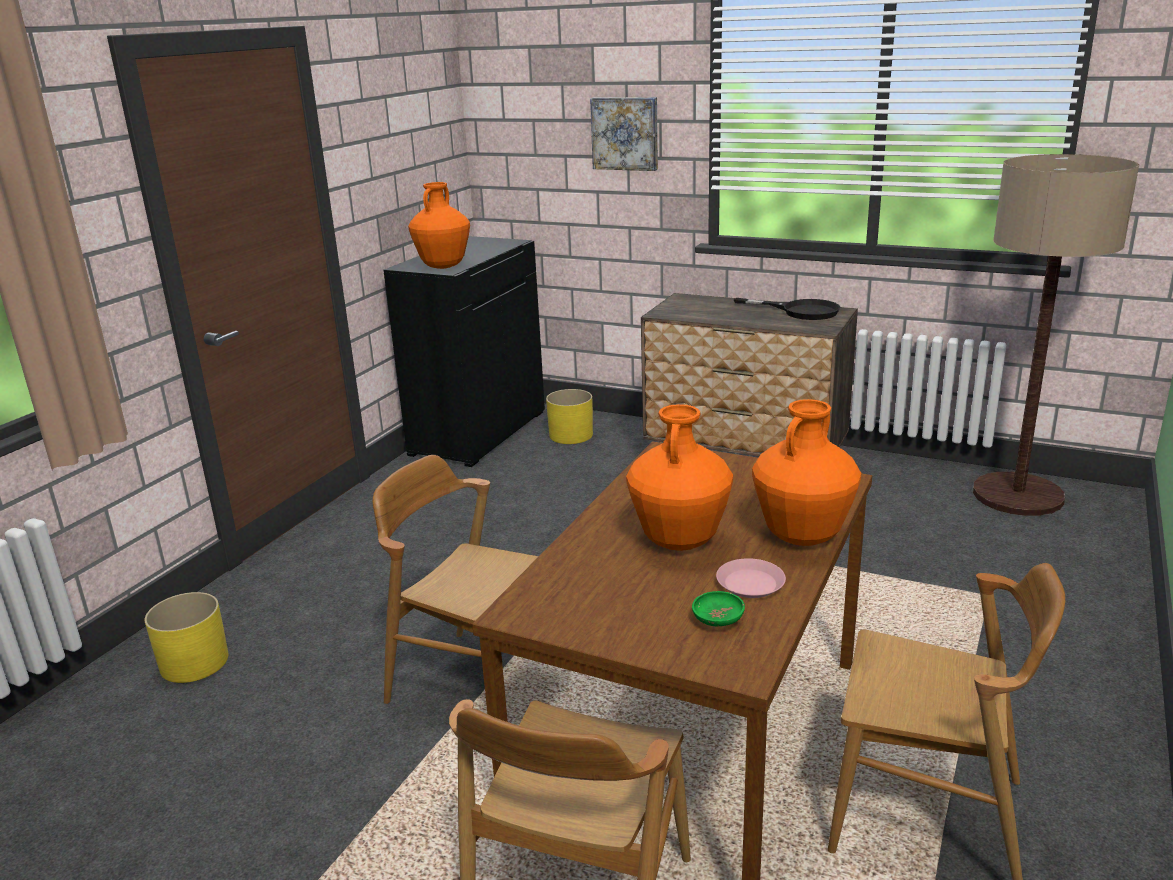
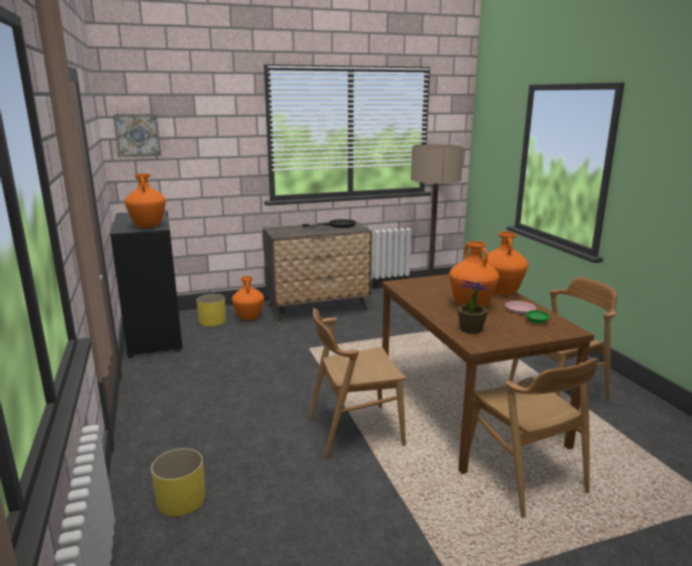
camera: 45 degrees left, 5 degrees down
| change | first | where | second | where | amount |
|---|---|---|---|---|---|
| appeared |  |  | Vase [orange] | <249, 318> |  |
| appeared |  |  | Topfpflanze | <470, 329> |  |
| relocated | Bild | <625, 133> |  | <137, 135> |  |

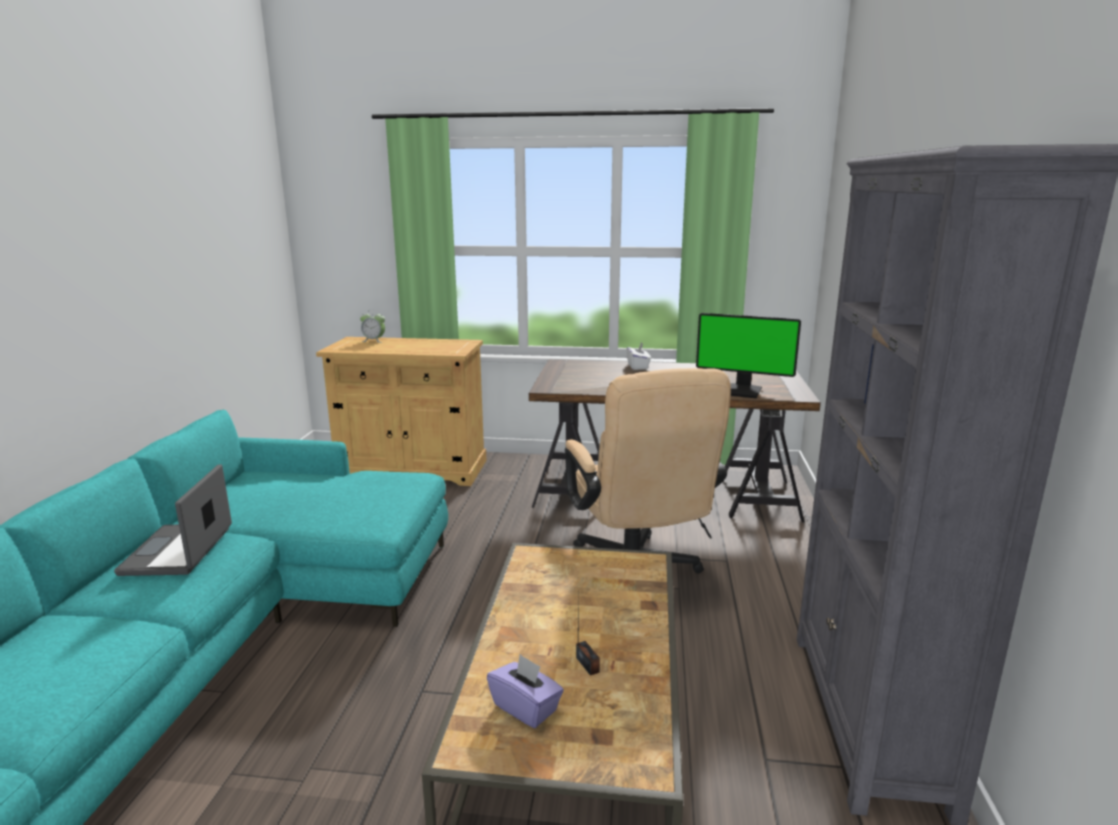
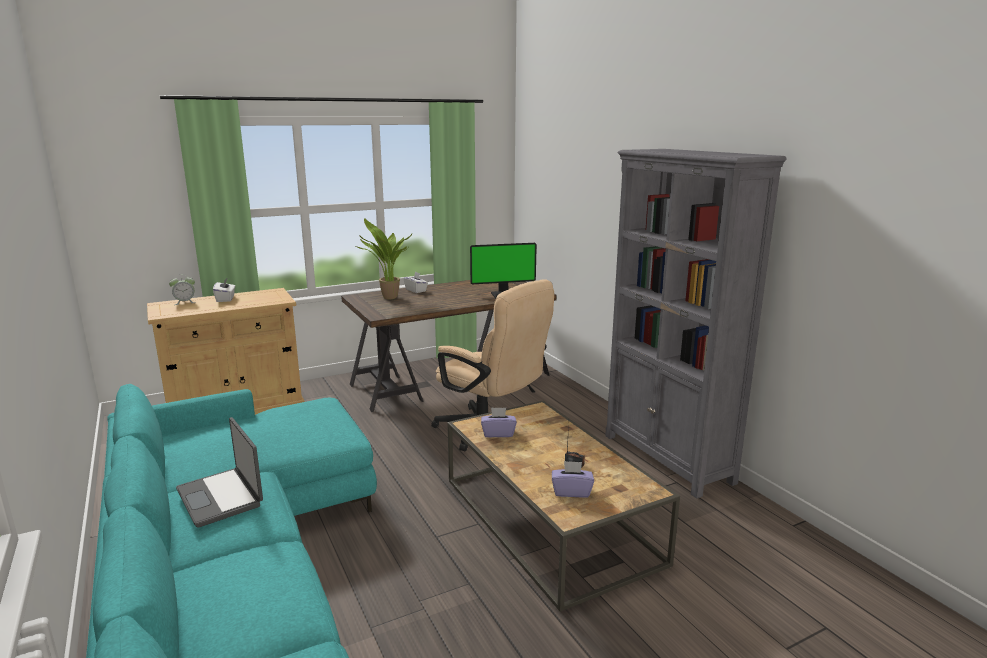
camera: 35 degrees left, 0 degrees up
| change | first | where | second | where | amount |
|---|---|---|---|---|---|
| appeared |  |  | Taschentuchbox [weiß] | <226, 299> |  |
| appeared |  |  | Topfpflanze | <387, 298> |  |
| appeared |  |  | Taschentuchbox [lila] | <498, 433> |  |

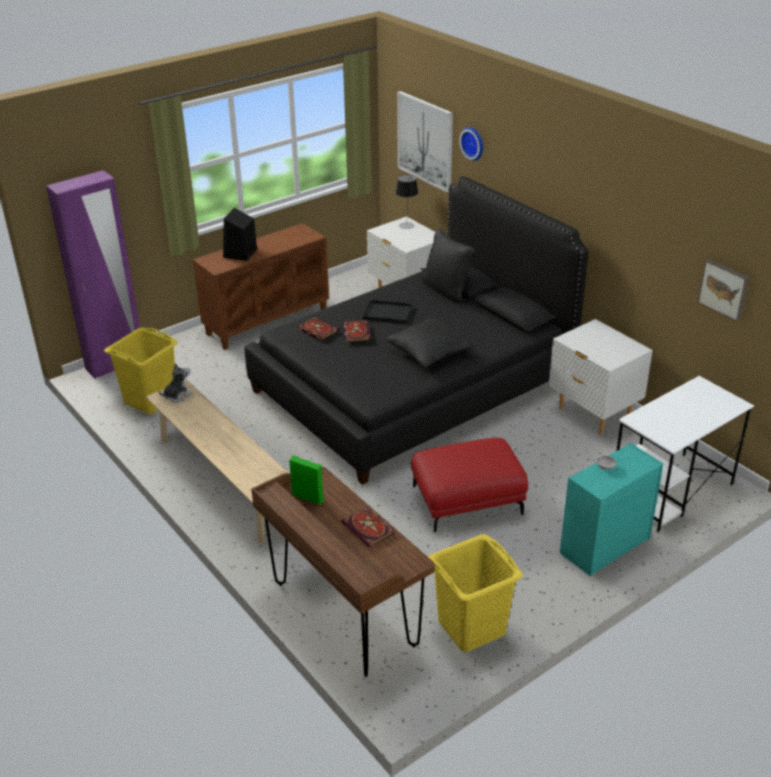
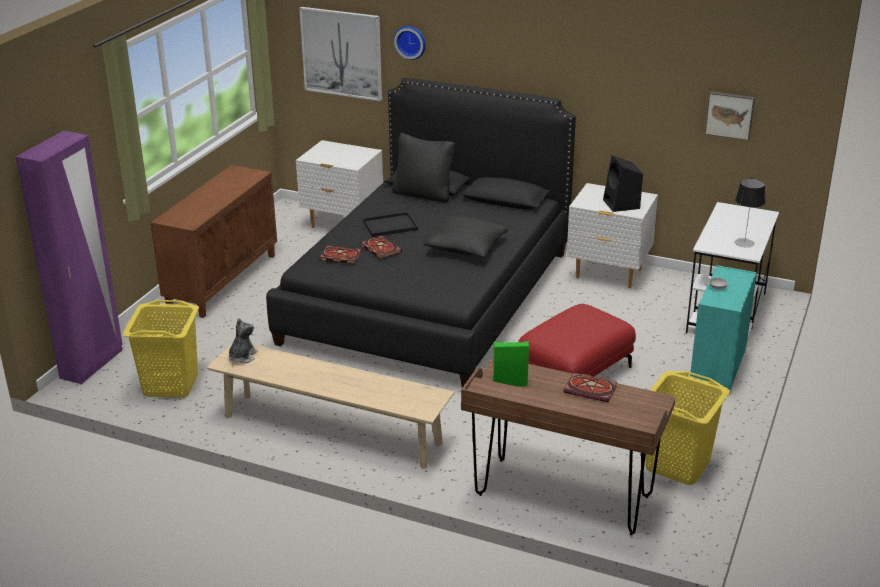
camera: 30 degrees left, 5 degrees down
| change | first | where | second | where | amount |
|---|---|---|---|---|---|
| relocated | Lautsprecher [schwarz] | <240, 254> |  | <622, 204> |  |
| relocated | Tischlampe | <406, 225> |  | <744, 243> |  |

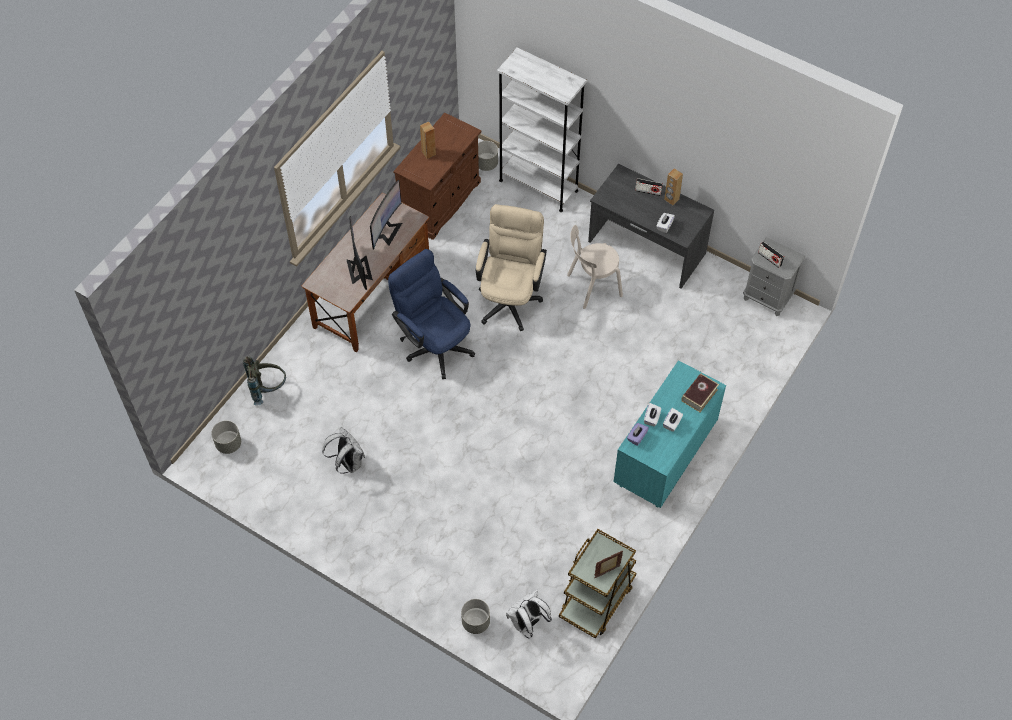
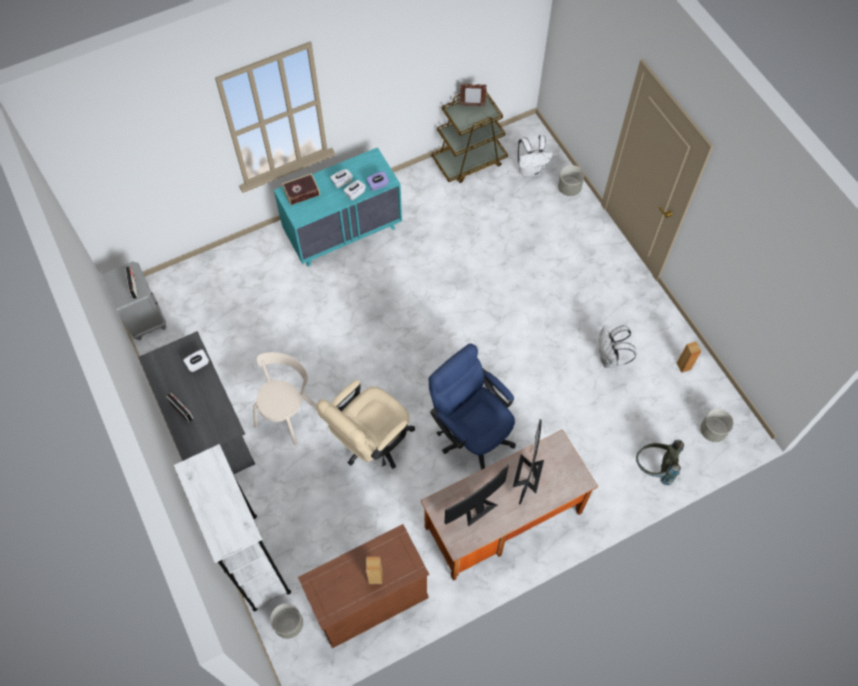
camera: 150 degrees left, 5 degrees up
| change | first | where | second | where | amount |
|---|---|---|---|---|---|
| relocated | Lautsprecher [braun] | <671, 199> |  | <684, 366> |  |
| spun | Bürostuhl [blau] | <434, 344> |  | <471, 432> | 150 degrees clockwise |
| spun | Stuhl [beige] | <592, 286> |  | <287, 413> | 75 degrees counterclockwise |

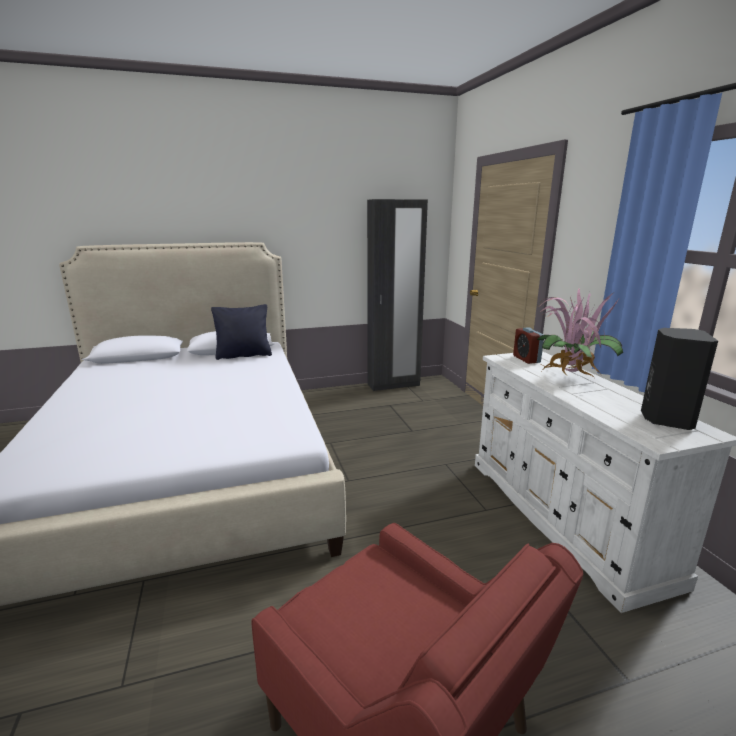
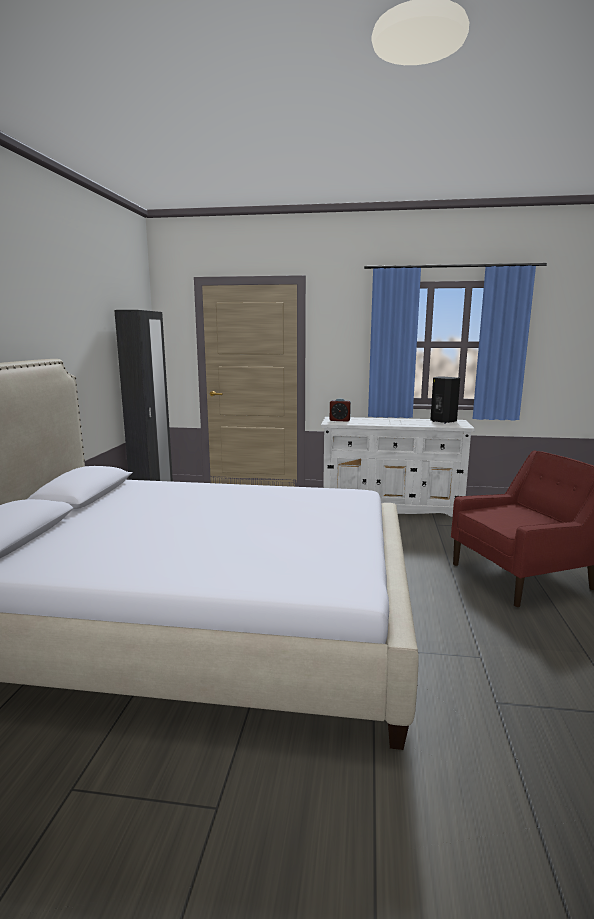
camera: 65 degrees left, 5 degrees down
| change | first | where | second | where | amount |
|---|---|---|---|---|---|
| missing | Kissen [schwarz] | <244, 355> |  |  |  |
| missing | Topfpflanze | <571, 379> |  |  |  |

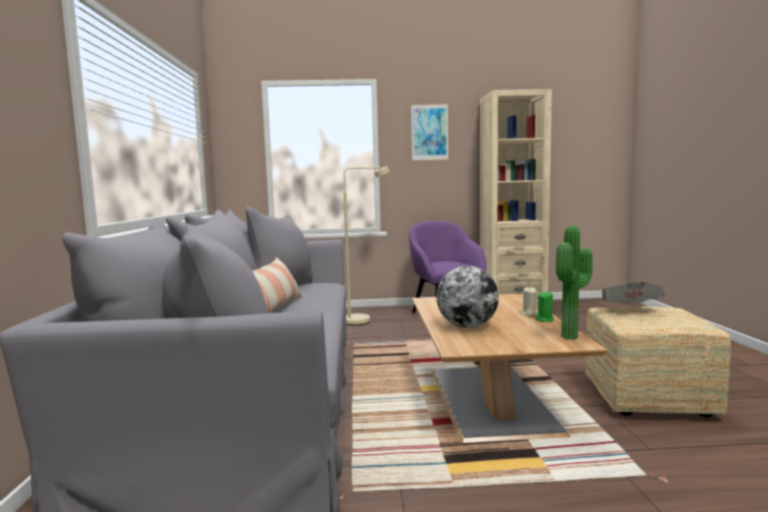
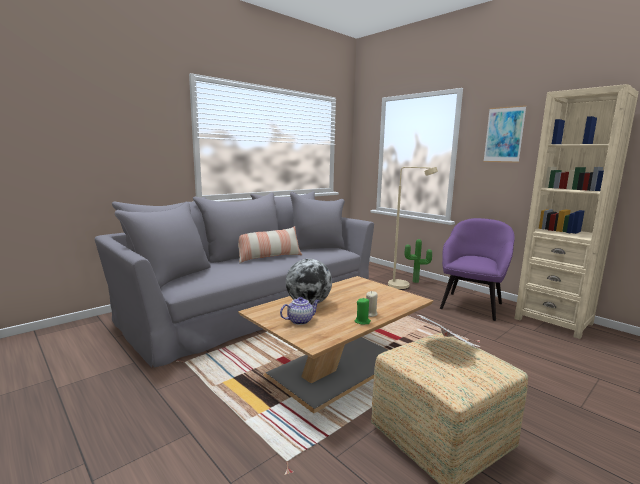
camera: 50 degrees right, 5 degrees up
| change | first | where | second | where | amount |
|---|---|---|---|---|---|
| appeared |  |  | Teekanne | <300, 320> |  |
| relocated | Topfpflanze | <572, 337> |  | <416, 282> |  |

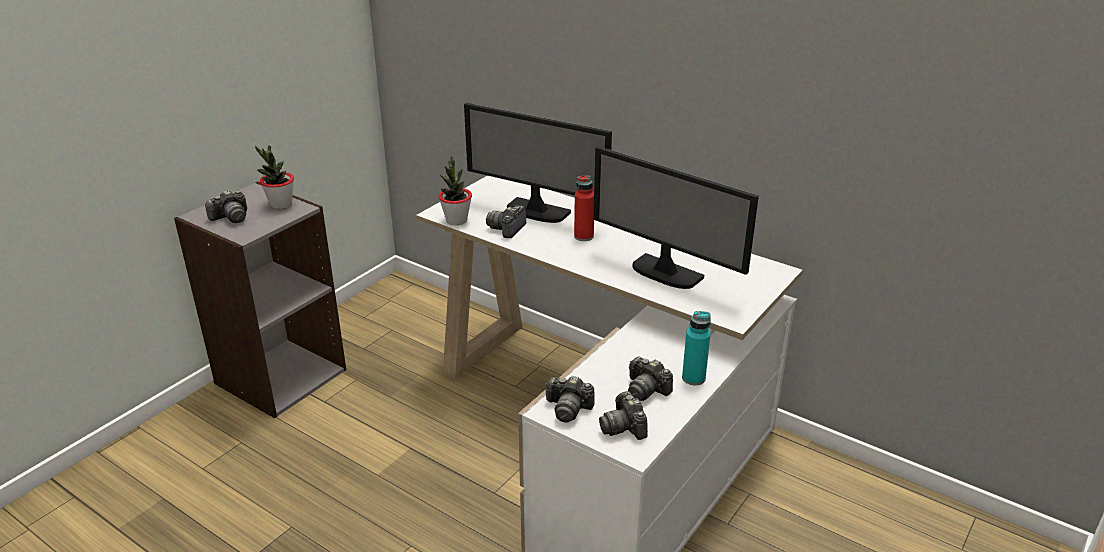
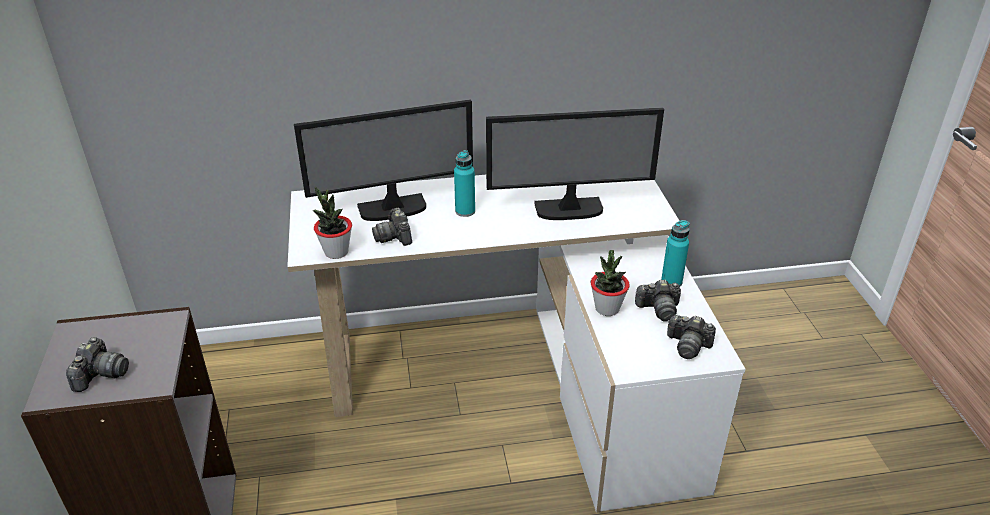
camera: 45 degrees left, 5 degrees up
| change | first | where | second | where | amount |
|---|---|---|---|---|---|
| missing | Kamera | <568, 408> |  |  |  |
| relocated | Topfpflanze | <281, 204> |  | <607, 309> |  |
| colour | Flasche [rot] | <583, 236> | Flasche [türkis] | <465, 211> |  |

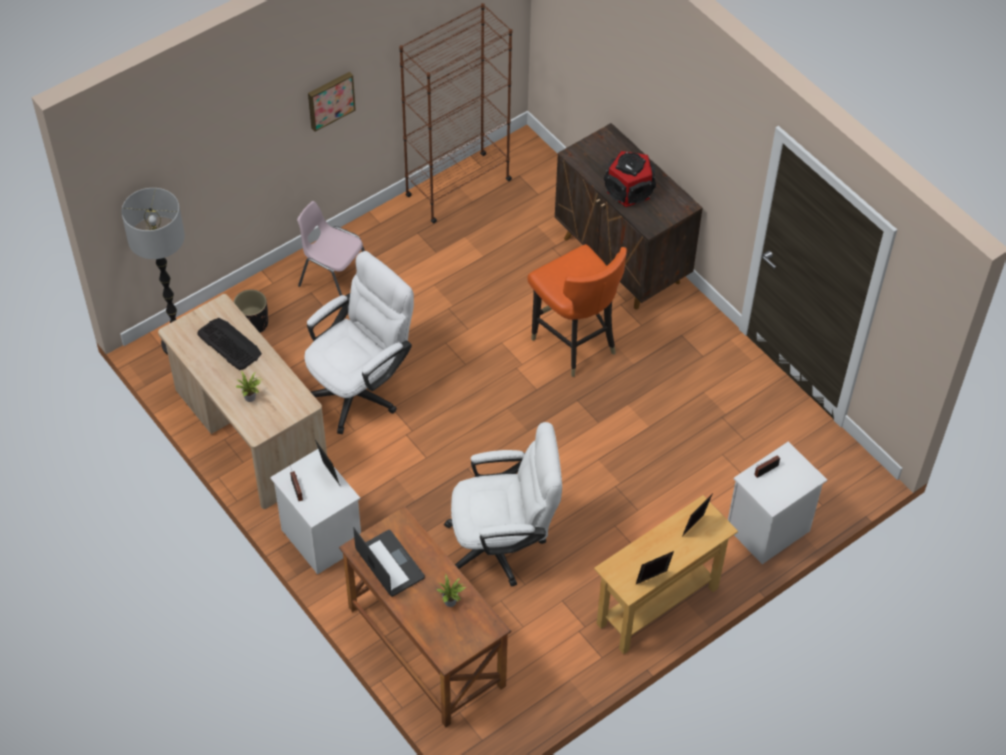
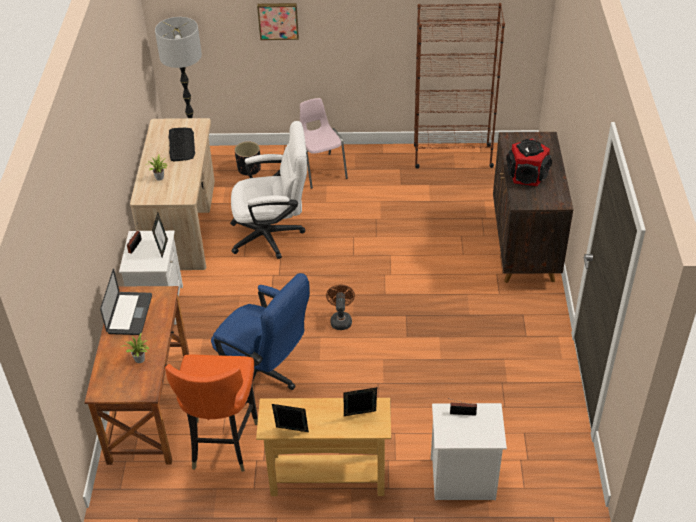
camera: 40 degrees right, 10 degrees down
| change | first | where | second | where | amount |
|---|---|---|---|---|---|
| appeared |  |  | Ventilator [braun] | <341, 319> |  |
| relocated | Bild | <330, 100> |  | <278, 20> |  |
| relocated | Stuhl [orange] | <574, 343> |  | <222, 443> |  |
| colour | Bürostuhl [weiß] | <503, 545> | Bürostuhl [blau] | <264, 375> |  |

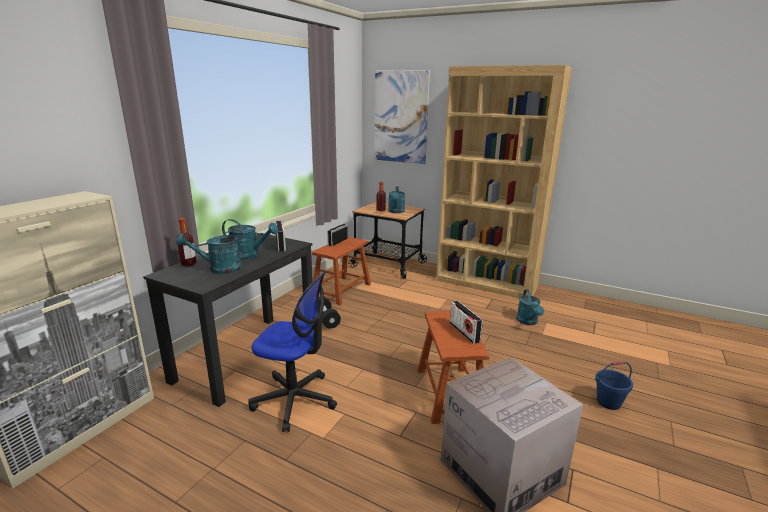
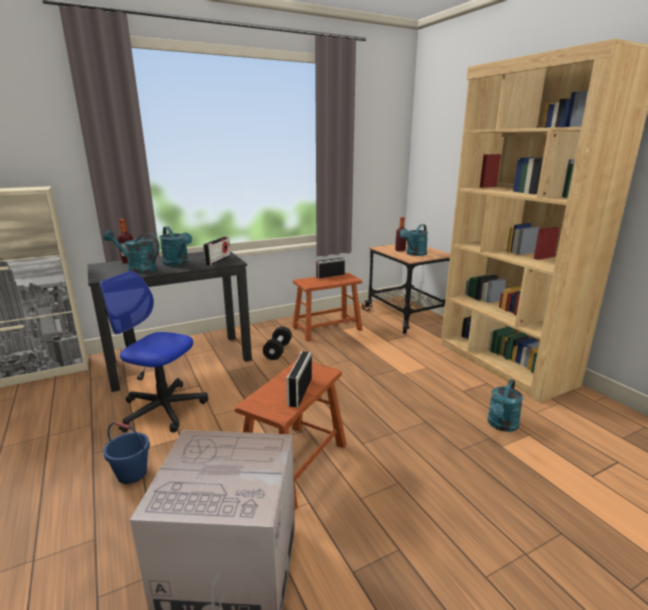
camera: 35 degrees right, 0 degrees up
| change | first | where | second | where | amount |
|---|---|---|---|---|---|
| missing | Bild | <400, 117> |  |  |  |
| relocated | Eimer [blau] | <608, 402> |  | <132, 473> |  |
| spun | Bürostuhl | <295, 400> |  | <163, 409> | 150 degrees clockwise |

